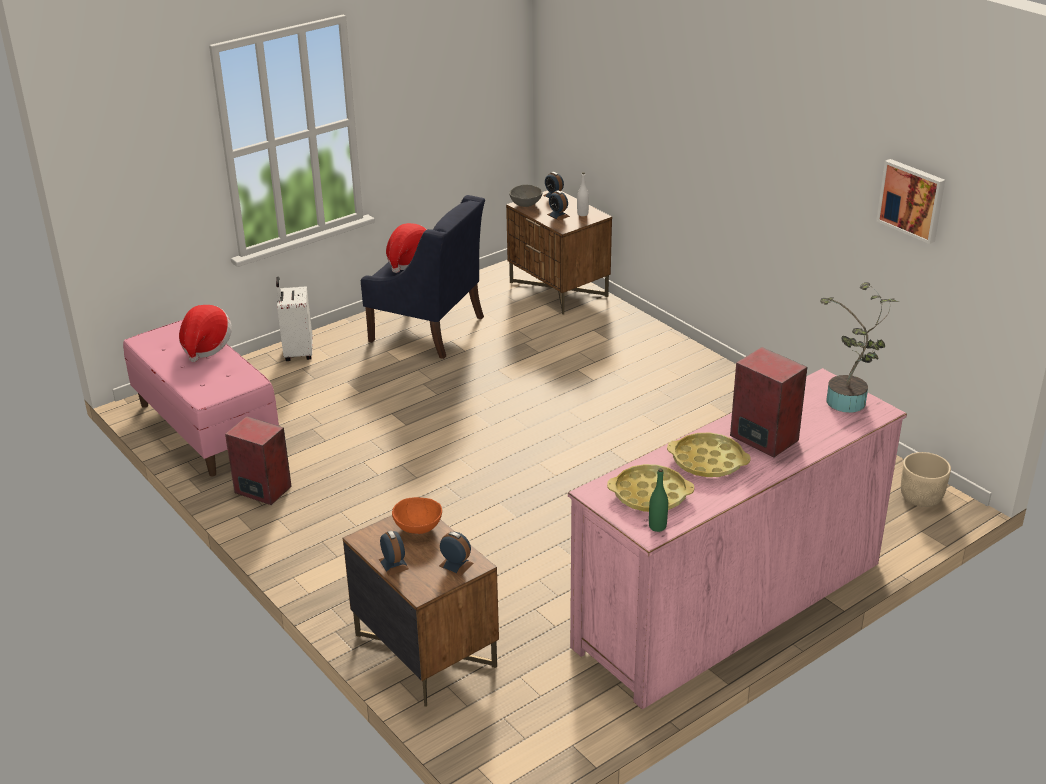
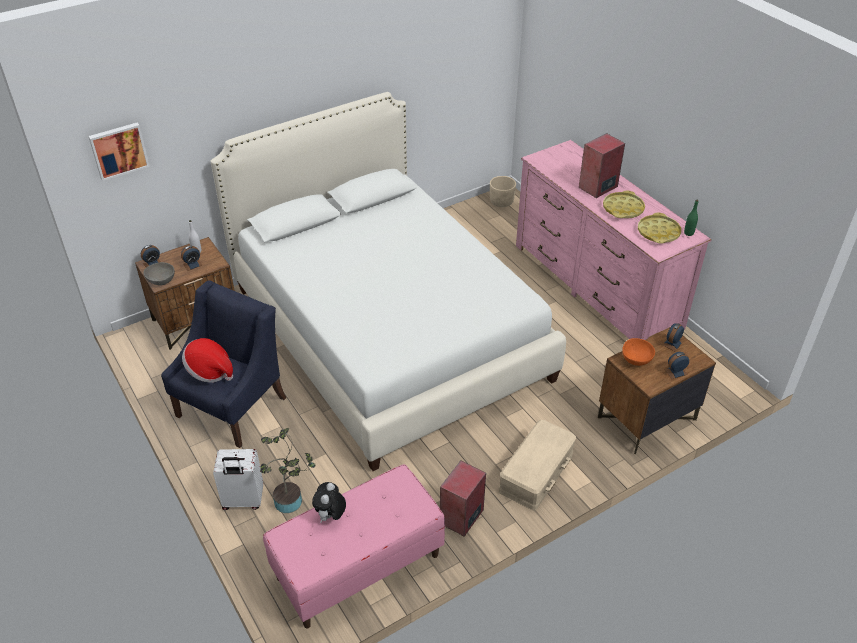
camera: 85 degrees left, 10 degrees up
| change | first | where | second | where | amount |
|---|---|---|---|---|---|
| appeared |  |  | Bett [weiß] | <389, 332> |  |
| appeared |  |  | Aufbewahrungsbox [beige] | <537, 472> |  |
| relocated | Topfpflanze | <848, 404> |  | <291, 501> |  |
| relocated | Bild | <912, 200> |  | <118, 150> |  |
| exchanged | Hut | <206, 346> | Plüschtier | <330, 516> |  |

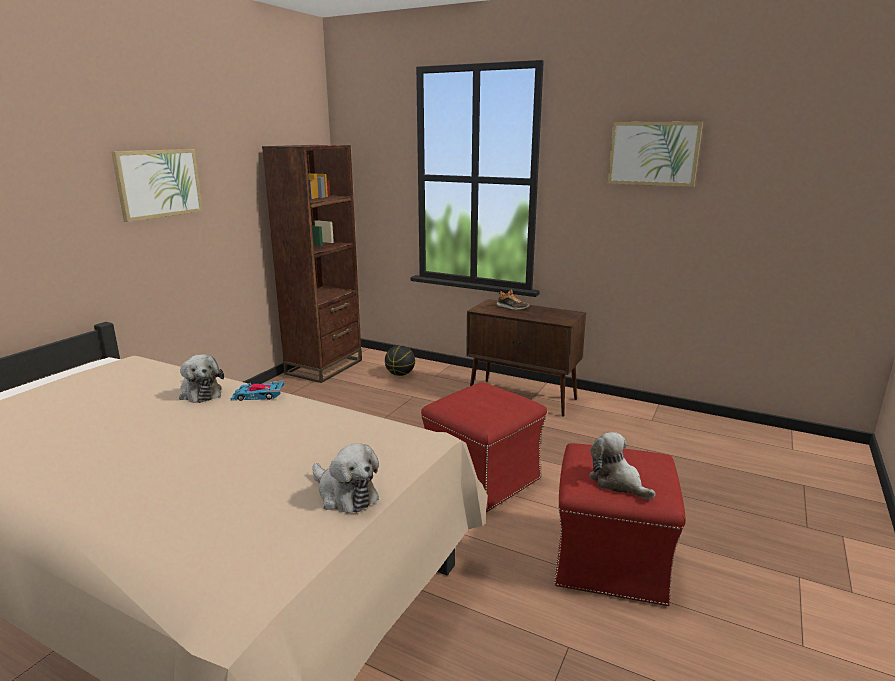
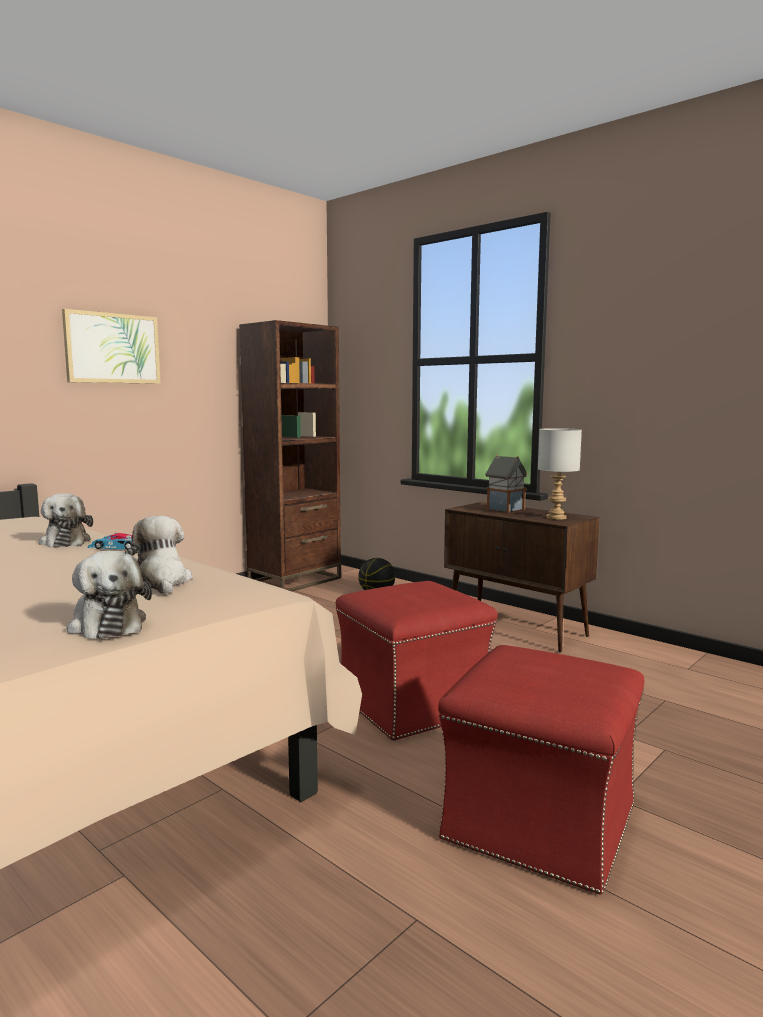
camera: 15 degrees right, 10 degrees down
| change | first | where | second | where | amount |
|---|---|---|---|---|---|
| missing | Bild | <653, 153> |  |  |  |
| appeared |  |  | Tischlampe [grau] | <555, 517> |  |
| relocated | Plüschtier | <617, 482> |  | <161, 582> |  |
| exchanged | Schuh | <512, 307> | Spielzeughaus | <504, 509> |  |

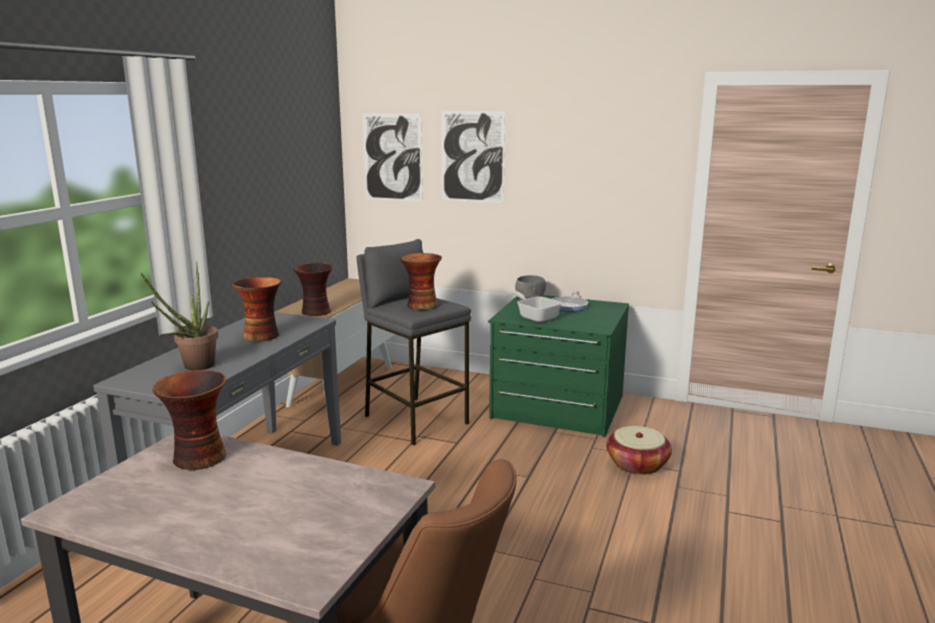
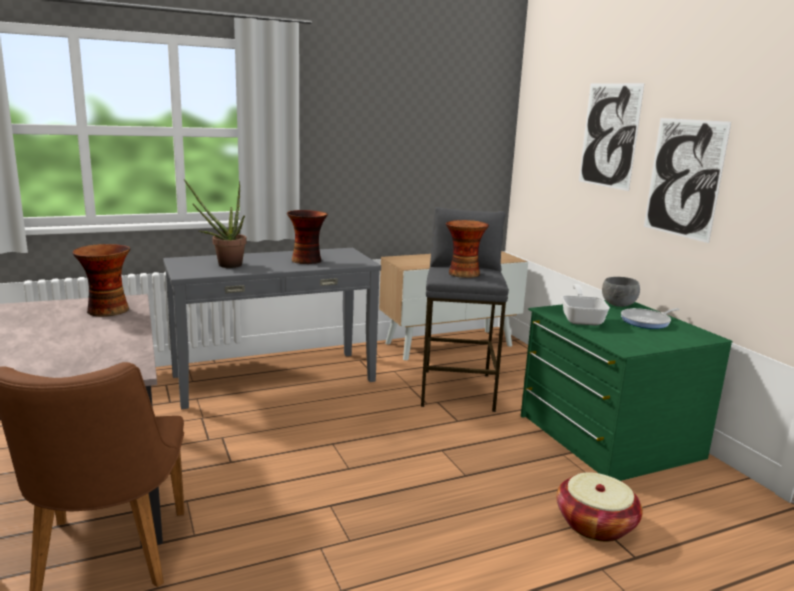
camera: 45 degrees right, 0 degrees up
| change | first | where | second | where | amount |
|---|---|---|---|---|---|
| missing | Vase | <316, 312> |  |  |  |
| relocated | Bild | <392, 157> |  | <684, 178> |  |

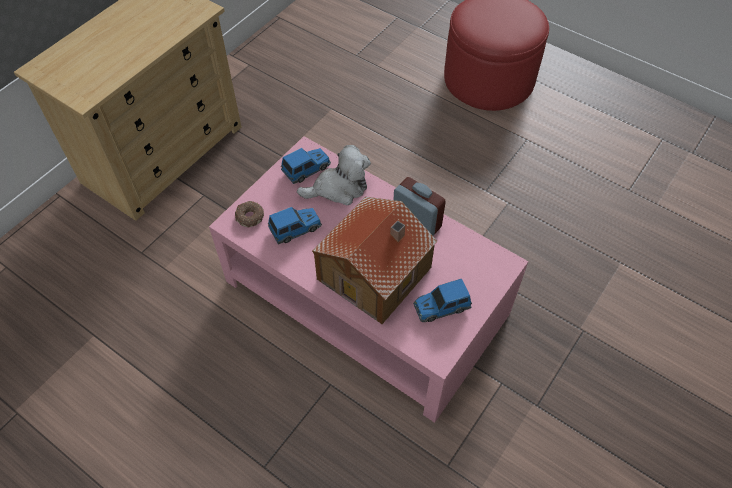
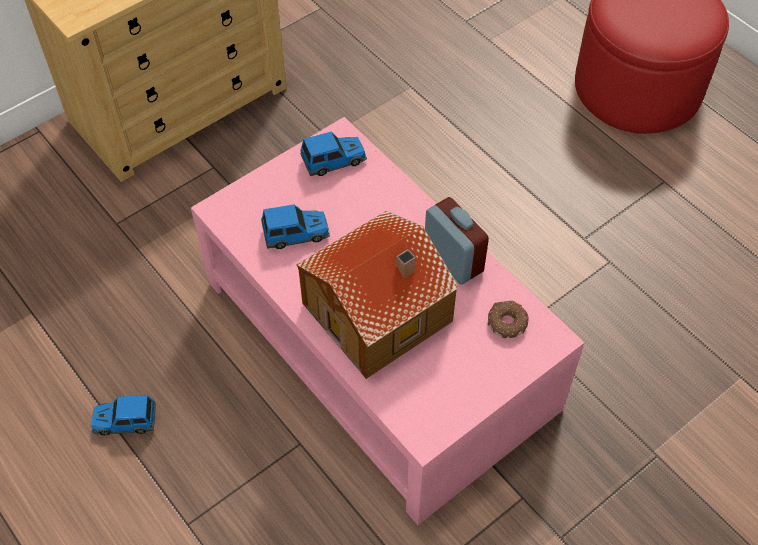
camera: 15 degrees right, 0 degrees up
| change | first | where | second | where | amount |
|---|---|---|---|---|---|
| missing | Plüschtier | <339, 188> |  |  |  |
| relocated | Donut | <249, 216> |  | <506, 322> |  |
| relocated | Spielzeugauto | <441, 307> |  | <125, 421> |  |

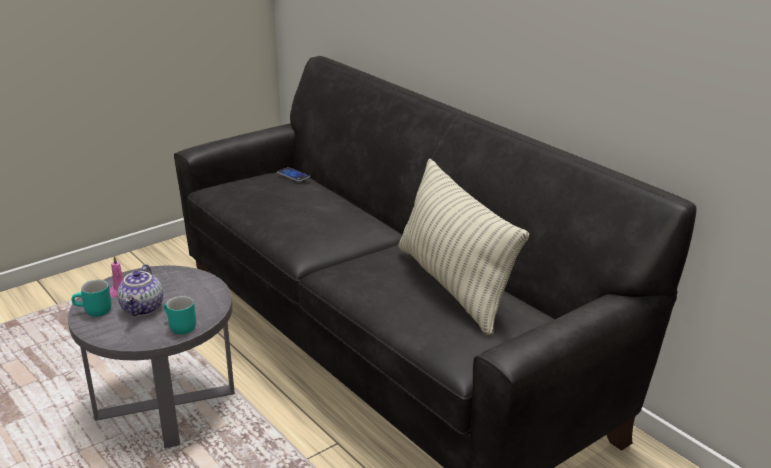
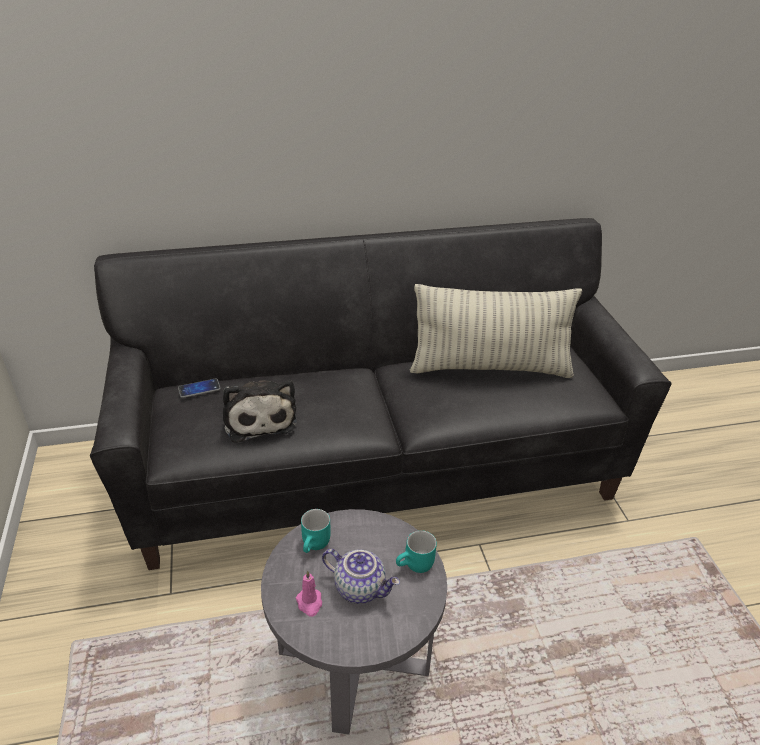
camera: 65 degrees left, 10 degrees up
| change | first | where | second | where | amount |
|---|---|---|---|---|---|
| appeared |  |  | Plüschtier | <259, 418> |  |
| relocated | Henkelbecher [türkis] | <94, 312> |  | <316, 544> |  |

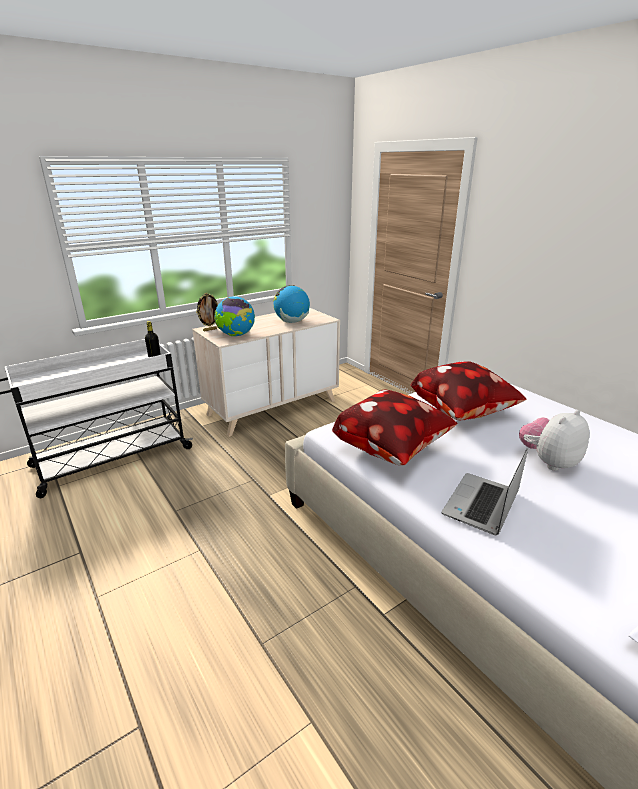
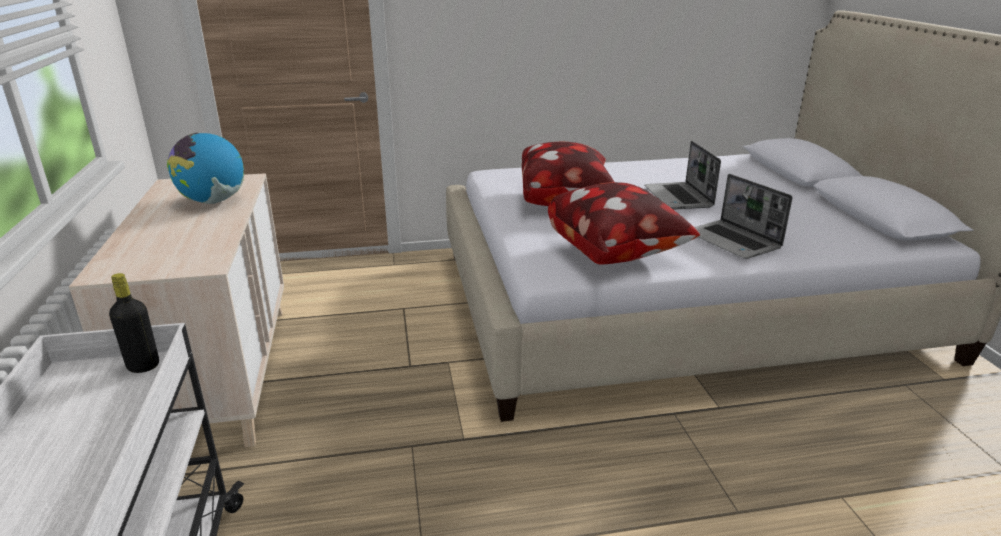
camera: 65 degrees left, 0 degrees up
| change | first | where | second | where | amount |
|---|---|---|---|---|---|
| missing | Bilderrahmen | <210, 330> |  |  |  |
| missing | Globus | <236, 335> |  |  |  |
| exchanged | Plüschtier | <548, 461> | Laptop | <679, 197> |  |

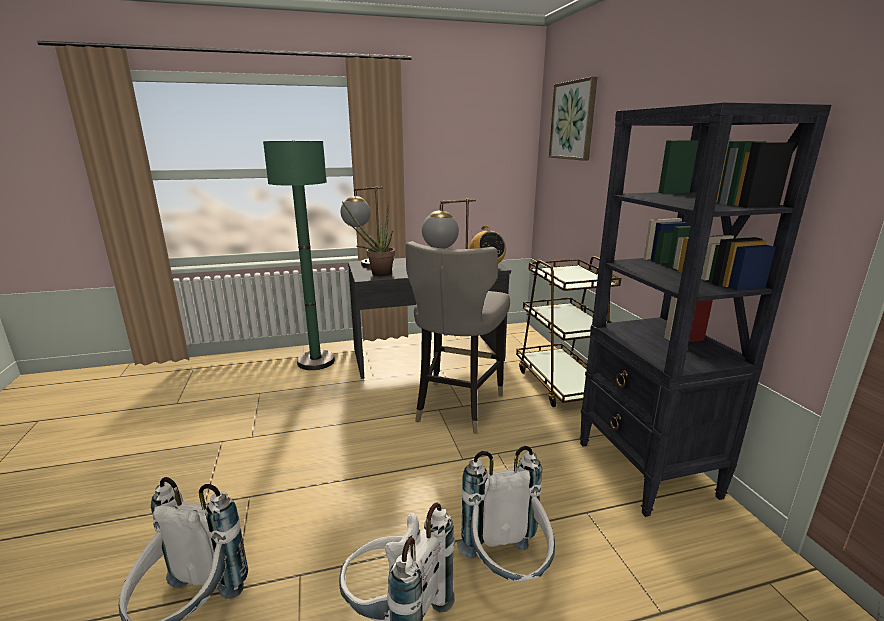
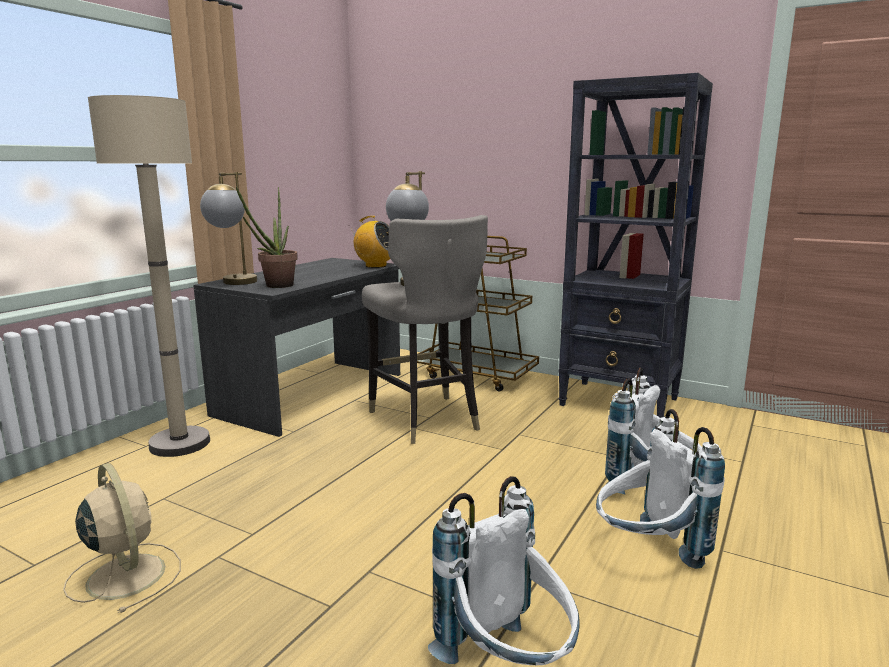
camera: 45 degrees left, 5 degrees down
| change | first | where | second | where | amount |
|---|---|---|---|---|---|
| missing | Bild | <573, 120> |  |  |  |
| appeared |  |  | Ventilator [beige] | <125, 574> |  |
| colour | Stehlampe [grün] | <316, 361> | Stehlampe [beige] | <180, 443> |  |

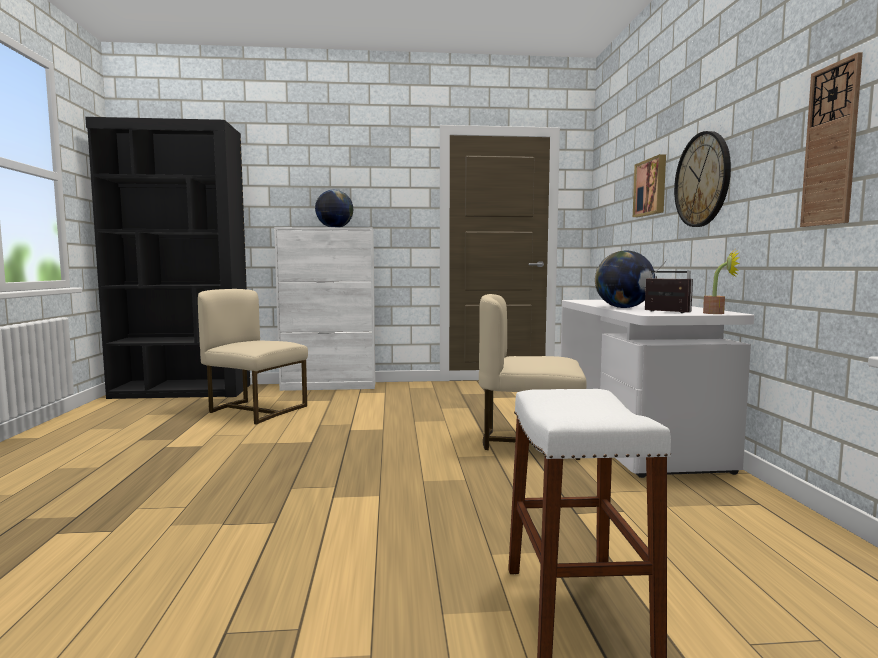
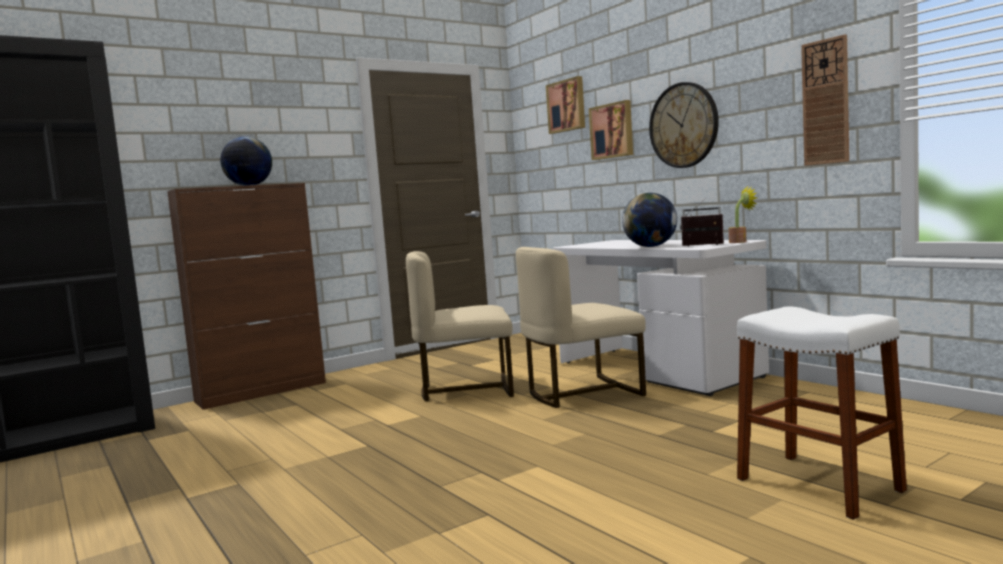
camera: 30 degrees left, 0 degrees up
| change | first | where | second | where | amount |
|---|---|---|---|---|---|
| appeared |  |  | Bild | <567, 106> |  |
| relocated | Stuhl [beige] | <254, 410> |  | <466, 389> |  |
| colour | Schrank [weiß] | <329, 386> | Schrank [braun] | <262, 392> |  |

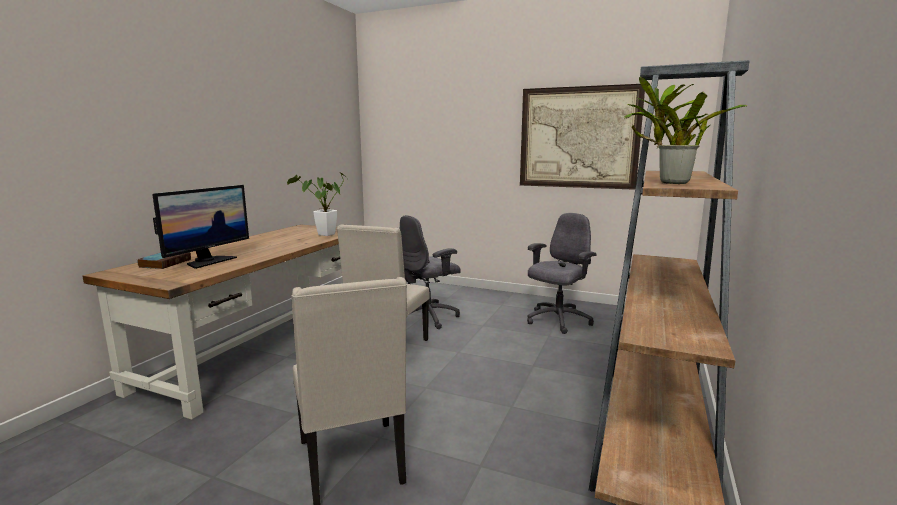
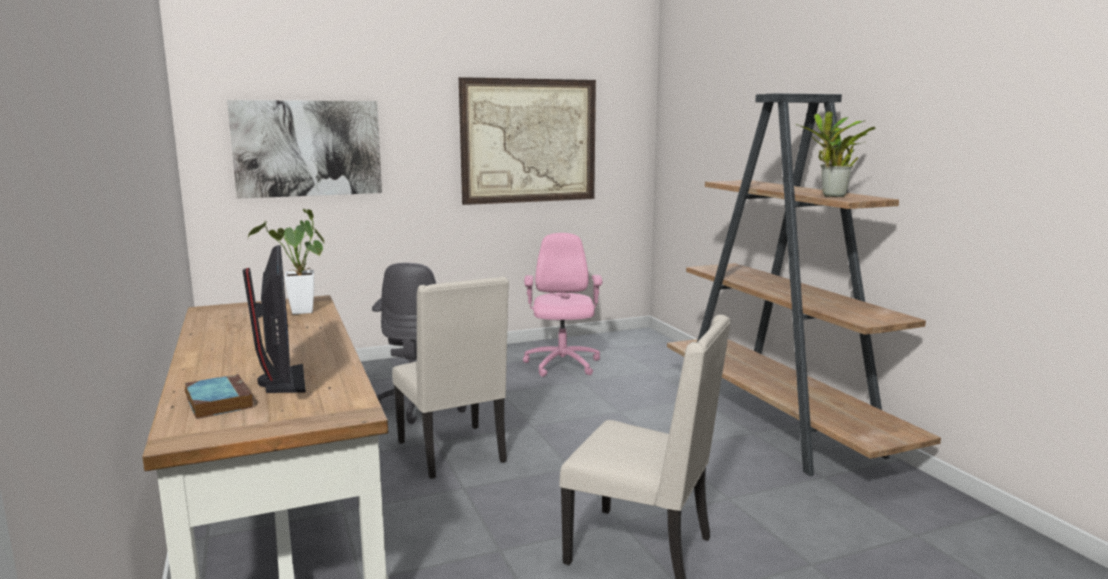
camera: 45 degrees left, 0 degrees up
| change | first | where | second | where | amount |
|---|---|---|---|---|---|
| appeared |  |  | Bild | <308, 148> |  |
| colour | Bürostuhl [grau] | <557, 321> | Bürostuhl [rosa] | <562, 365> |  |

